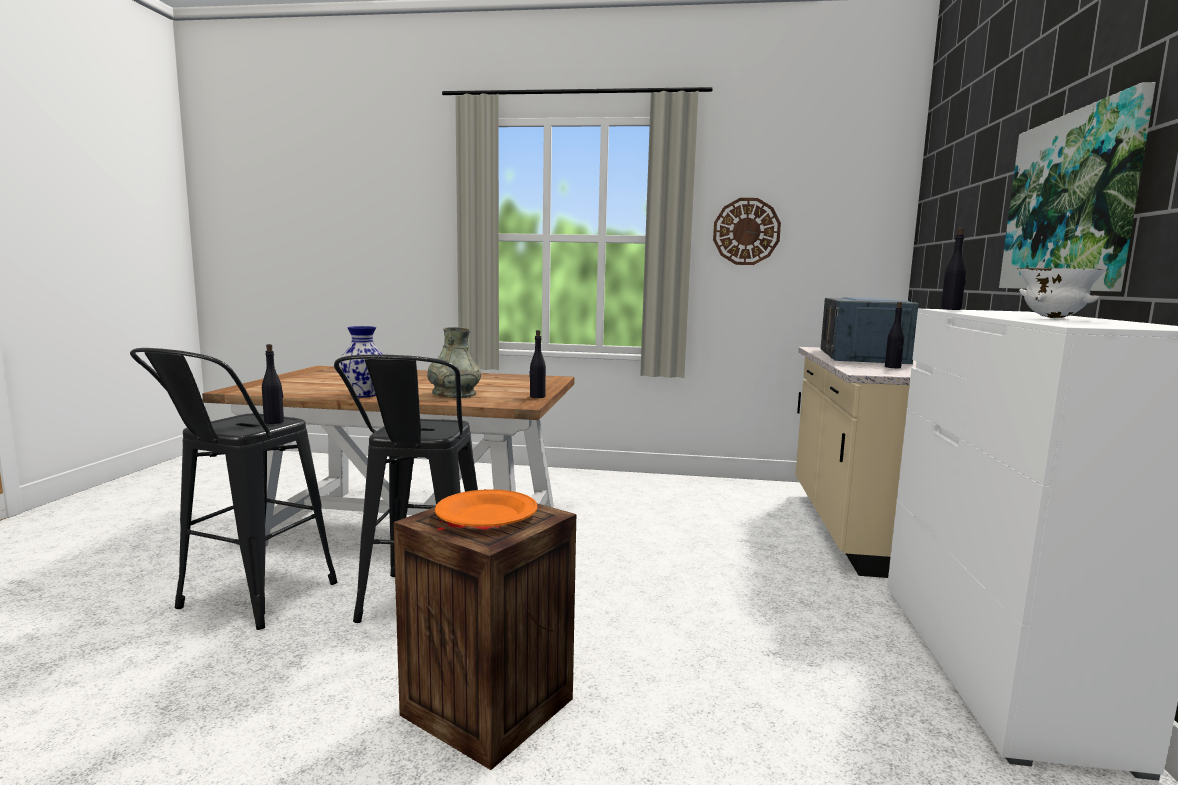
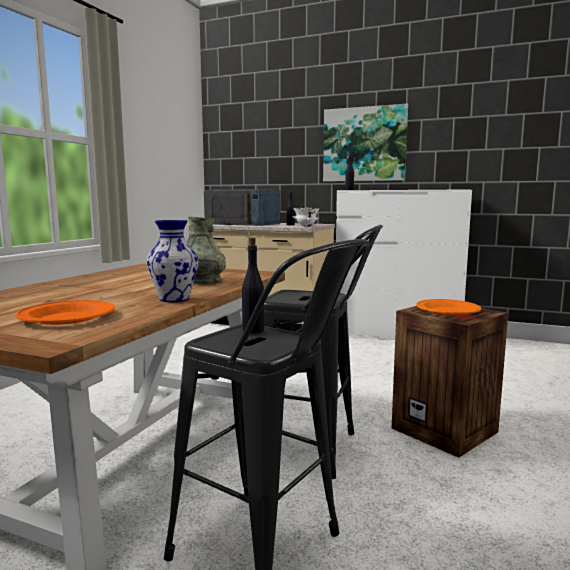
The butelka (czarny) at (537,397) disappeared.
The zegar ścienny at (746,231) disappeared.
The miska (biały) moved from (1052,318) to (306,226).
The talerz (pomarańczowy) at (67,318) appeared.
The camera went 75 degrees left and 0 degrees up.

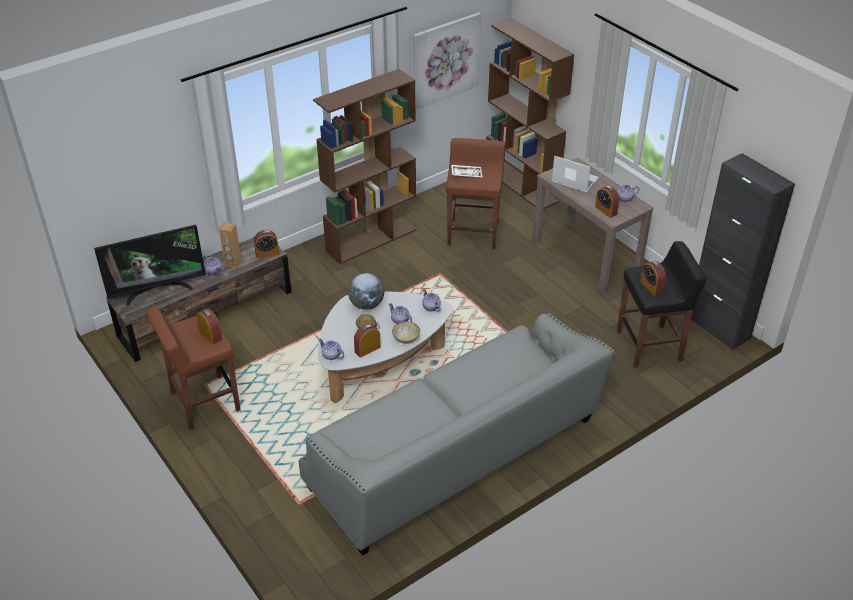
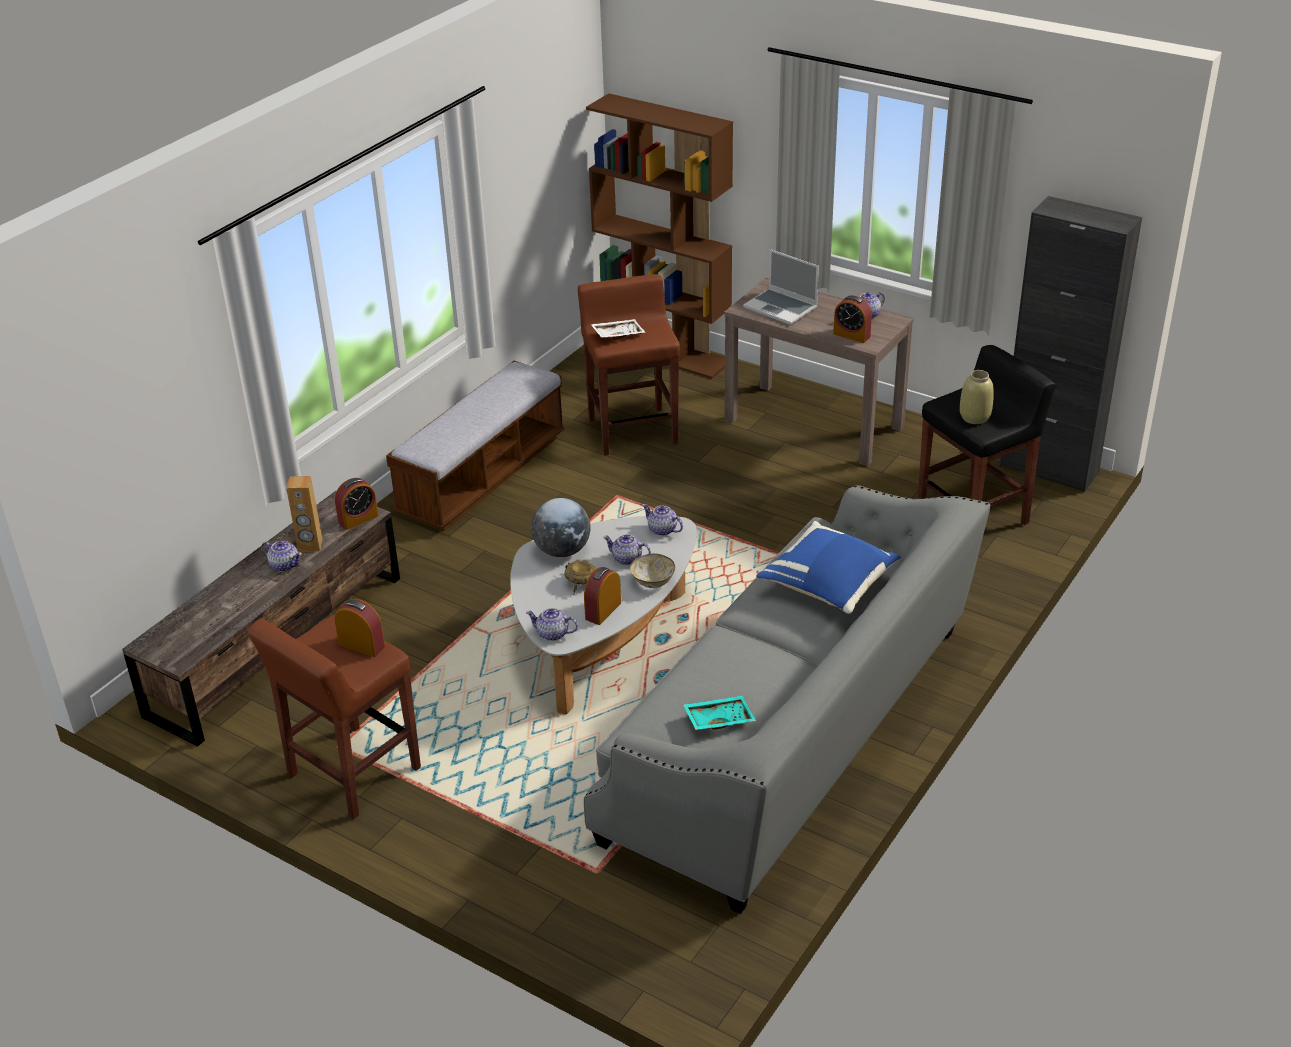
The telewizor at (158,290) disappeared.
The regał (brązowy) at (371,240) was replaced by the ławka at (483,475).
The obraz at (445,60) disappeared.
The laptop at (574,181) turned 150 degrees counterclockwise.
The budzik at (651,287) was replaced by the wazon (beżowy) at (975,417).
The taca (turkusowy) at (718,719) appeared.
The poduszka (niebieski) at (829,585) appeared.
The camera went 20 degrees left and 5 degrees down.

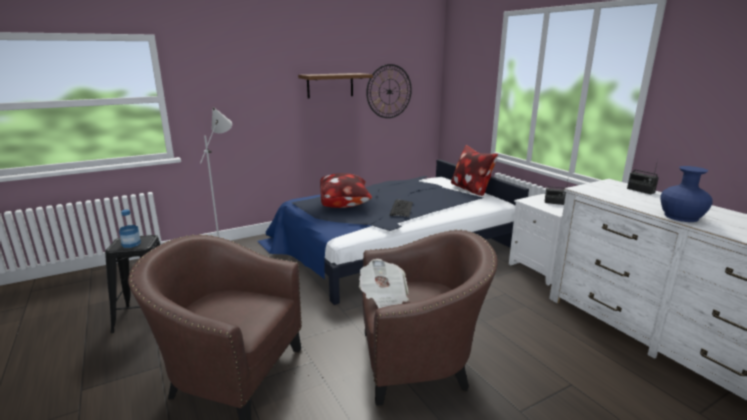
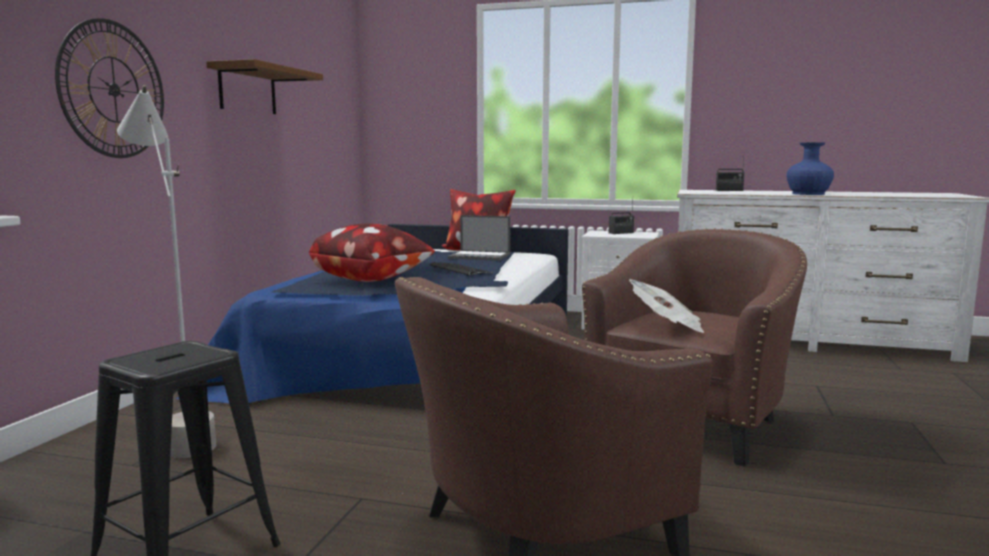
The butelka at (131,244) disappeared.
The zegar ścienny moved from (389,91) to (113,90).
The laptop at (480,256) appeared.
The camera went 45 degrees left and 10 degrees down.

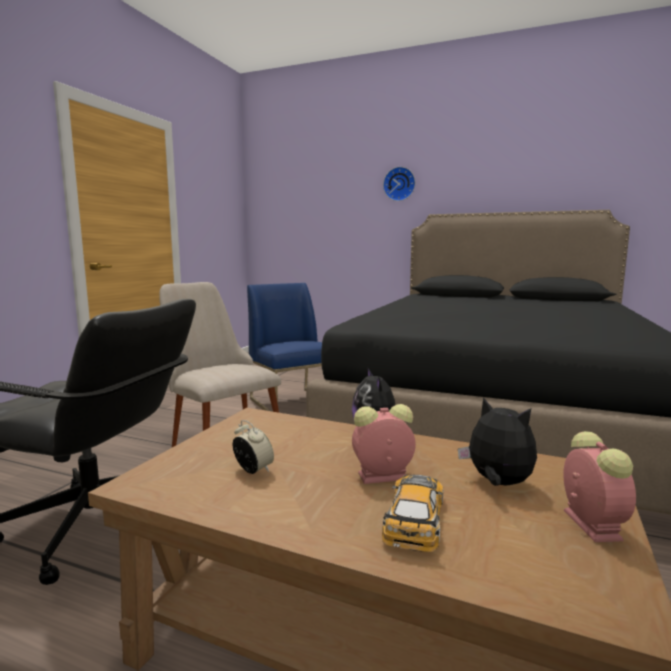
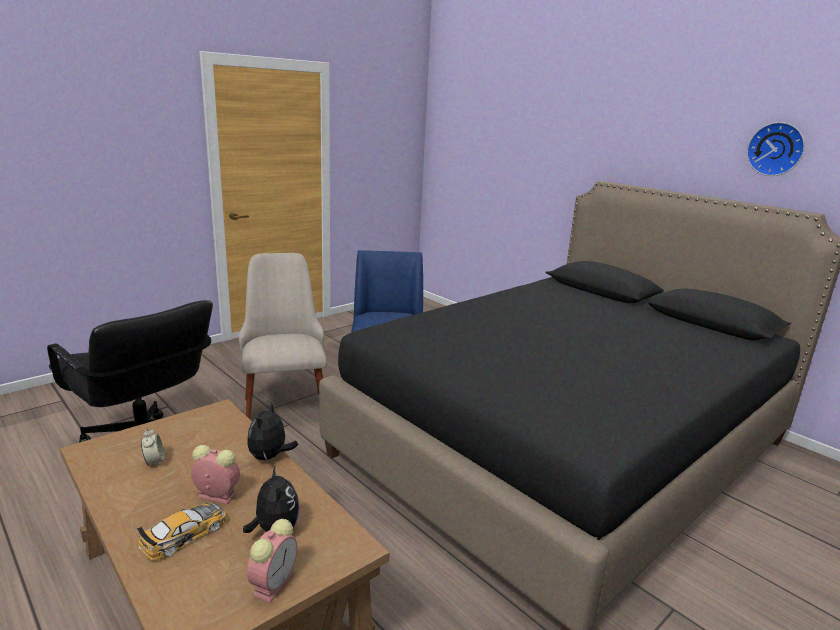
The zegar ścienny moved from (399,184) to (776,149).
The camera went 25 degrees right and 10 degrees up.

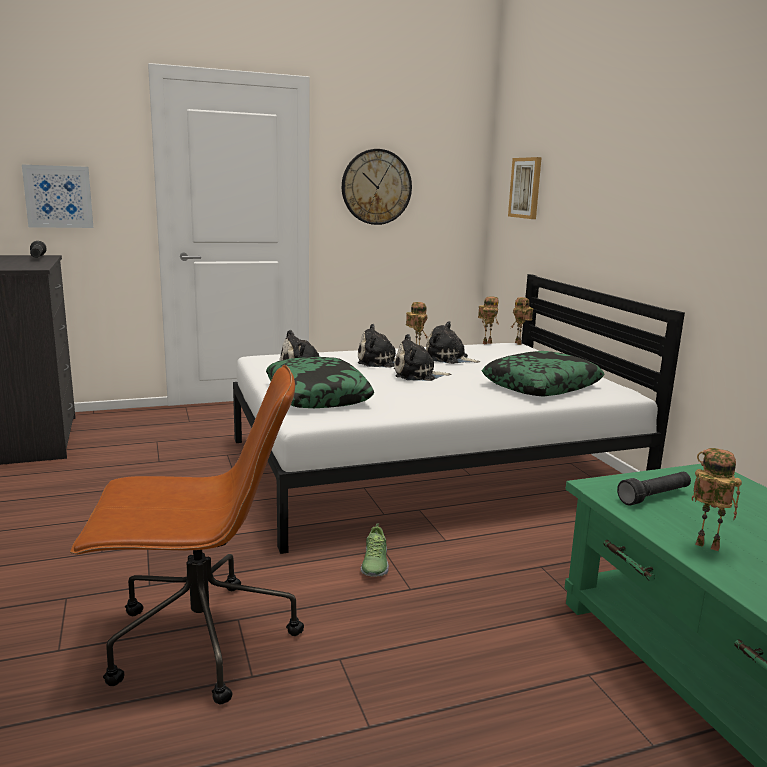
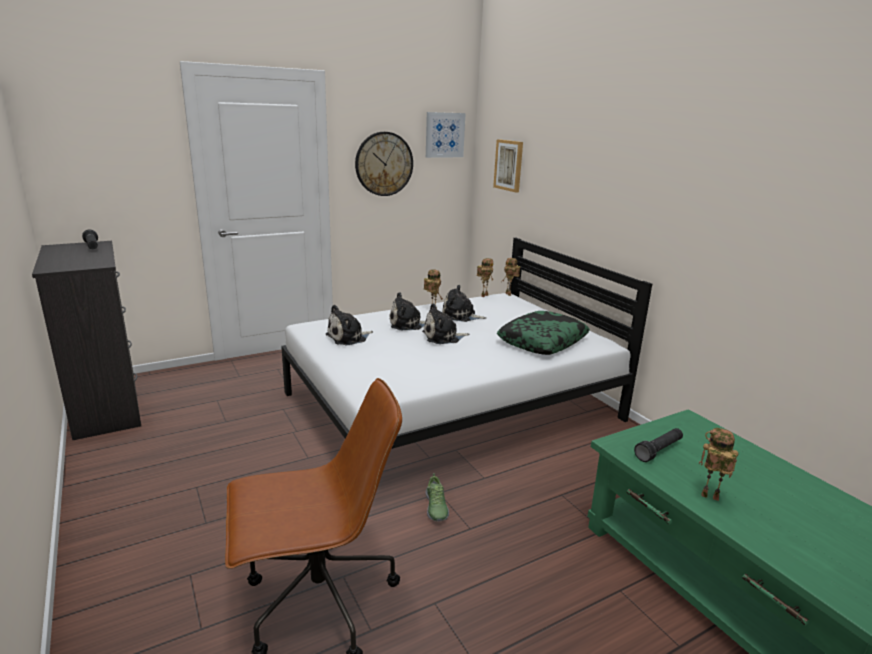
The obraz moved from (58,196) to (444,135).
The poduszka at (318,395) disappeared.
The camera went 10 degrees left and 5 degrees up.

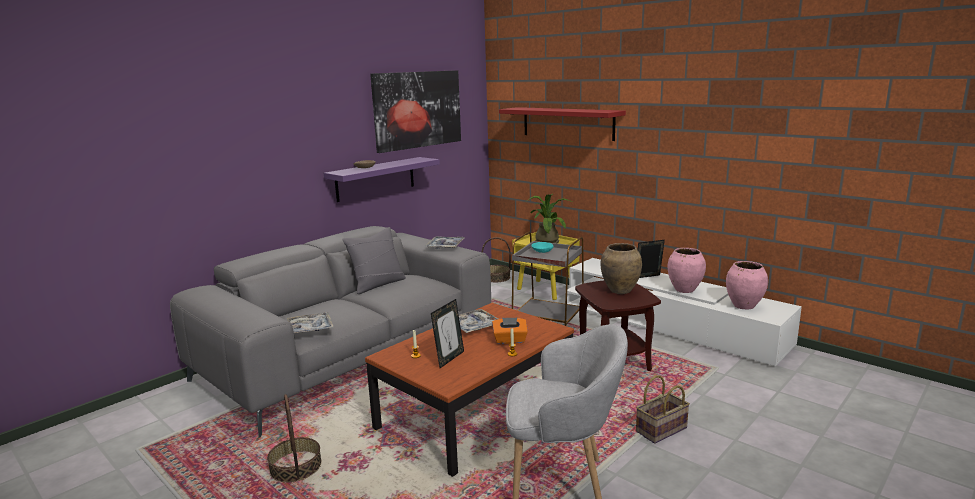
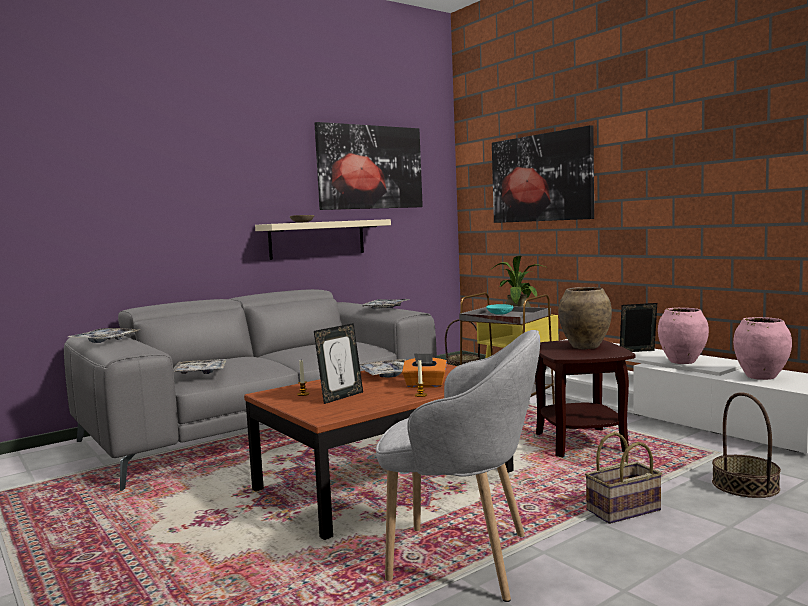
The koszyk moved from (296,467) to (745,485).
The półka (fioletowy) at (375,179) became the półka (beżowy) at (317,239).
The poduszka (szary) at (377,284) disappeared.
The półka (czerwony) at (567,123) was replaced by the obraz at (541,178).
The taca at (105,340) appeared.
The camera went 10 degrees right and 10 degrees down.

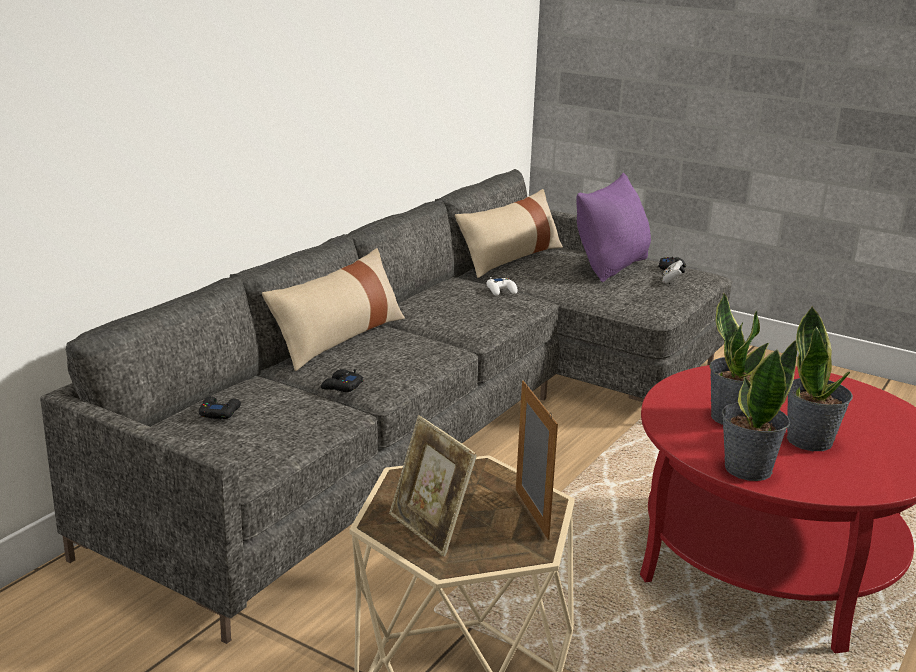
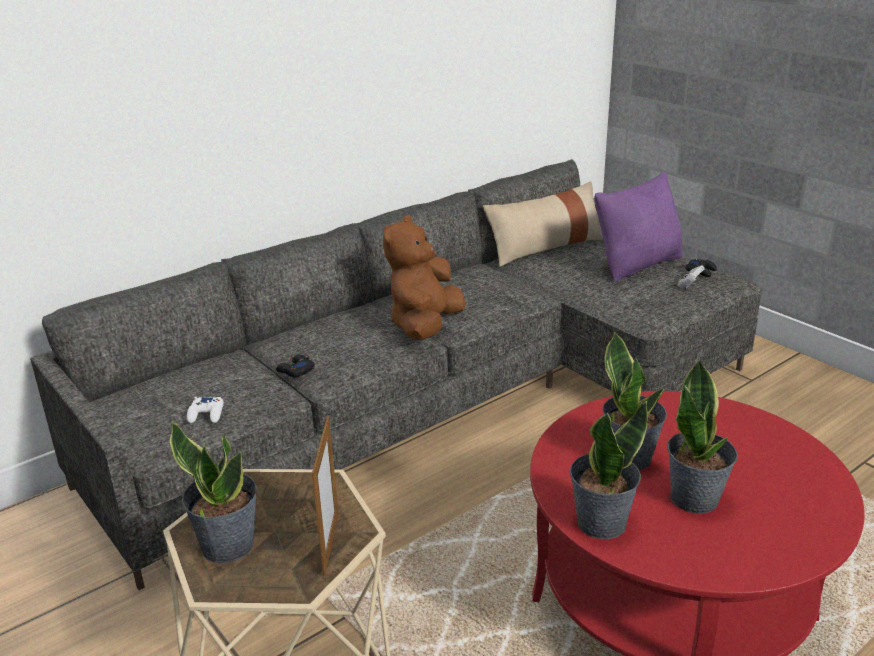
The pad do gier (czarny) at (219,412) disappeared.
The poduszka (beżowy) at (339,338) disappeared.
The ramka na zdjęcie at (430,529) was replaced by the roślina doniczkowa at (228,544).
The pad do gier (biały) moved from (501,290) to (207,414).
The pluszak (brązowy) at (425,326) appeared.
The camera went 20 degrees right and 5 degrees up.

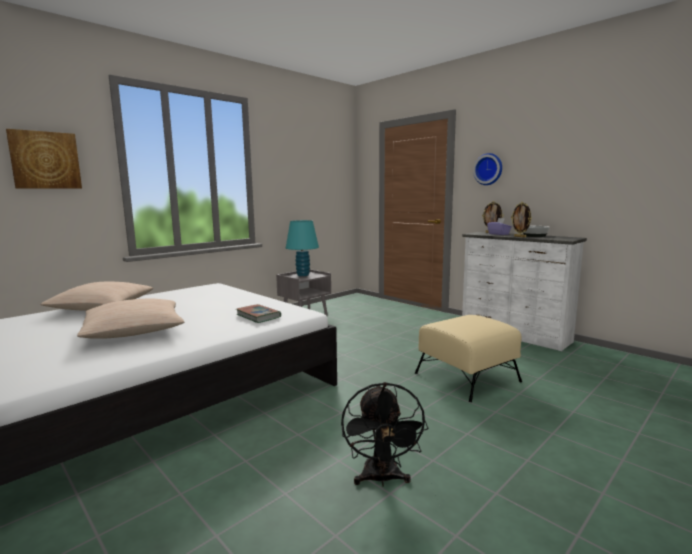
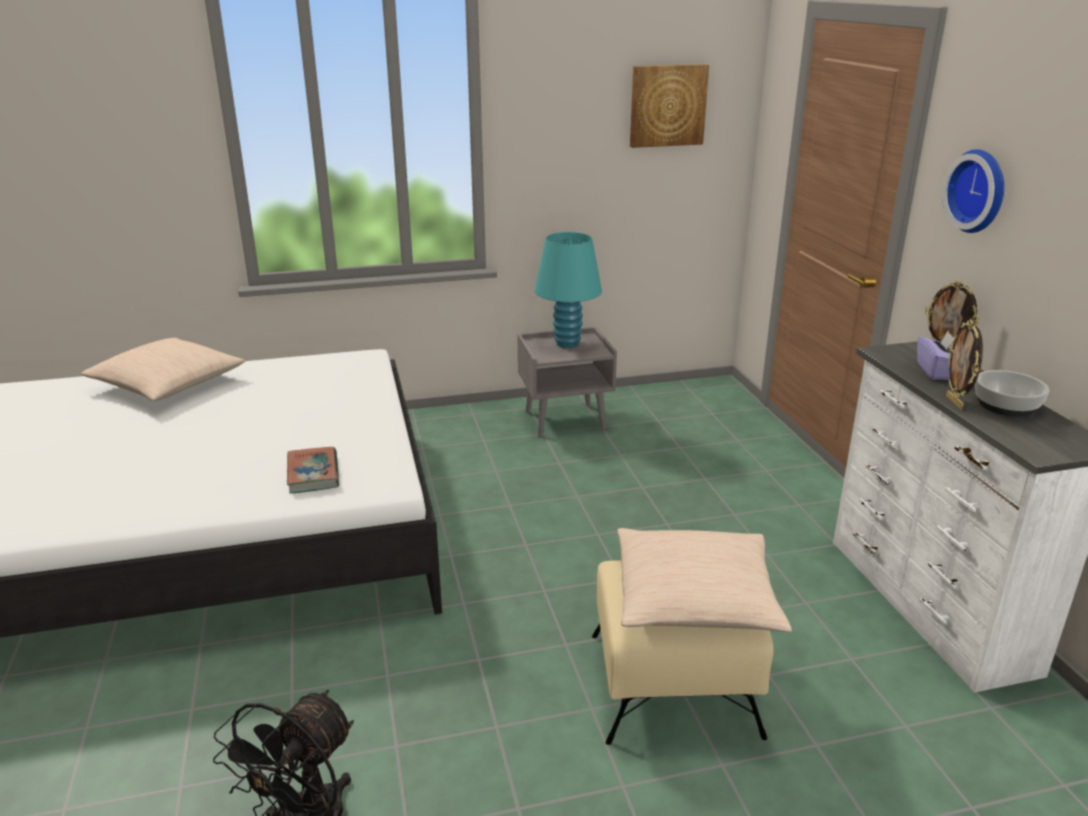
The obraz moved from (45,160) to (667,105).
The poduszka (beżowy) moved from (134,331) to (695,598).
The camera went 30 degrees right and 15 degrees up.

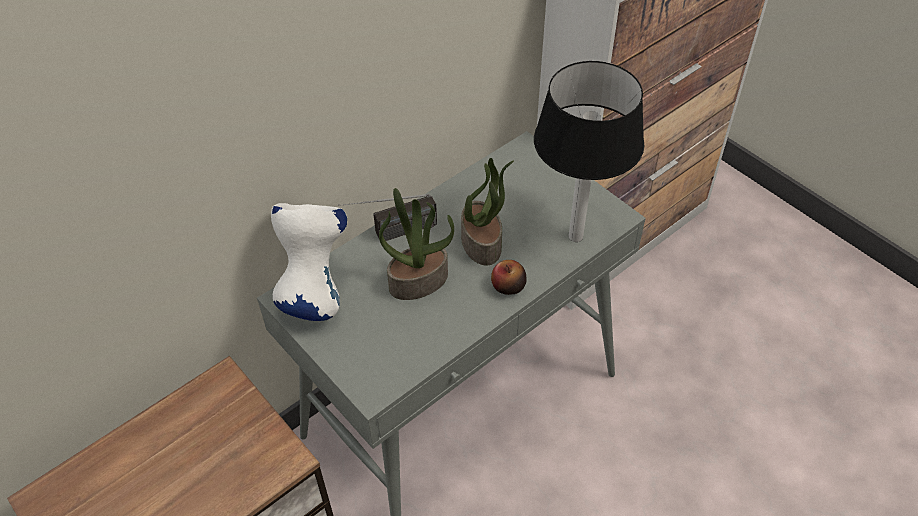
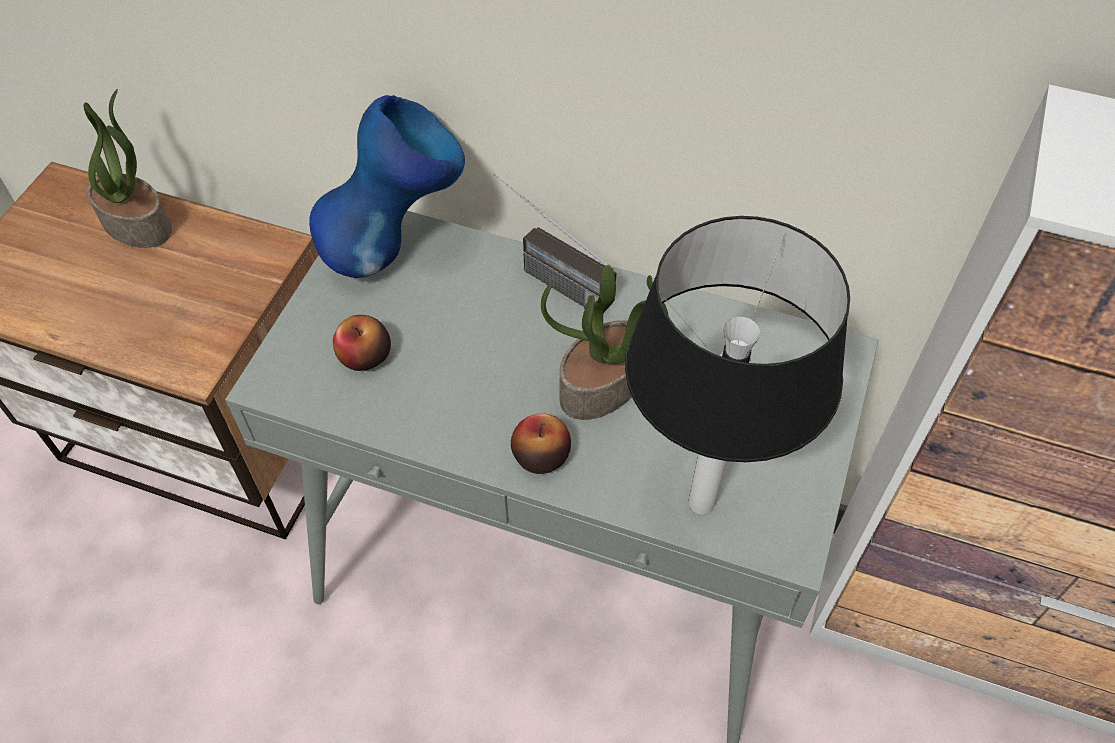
The wazon (biały) at (315,292) became the wazon (niebieski) at (397,247).
The roślina doniczkowa moved from (418,280) to (138,224).
The jabłko at (365,356) appeared.
The camera went 60 degrees right and 5 degrees up.

